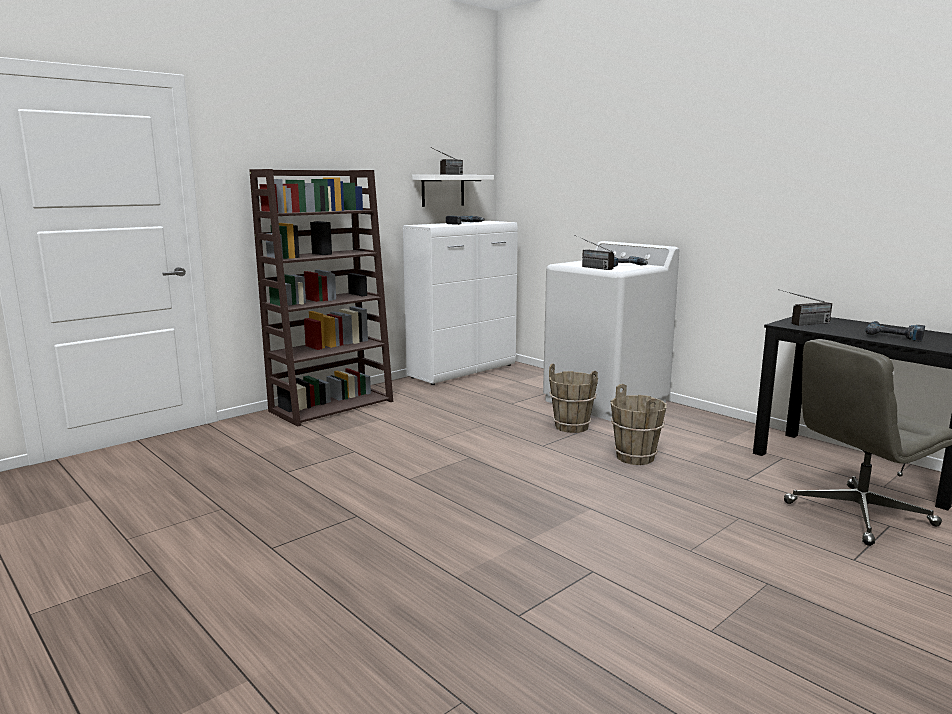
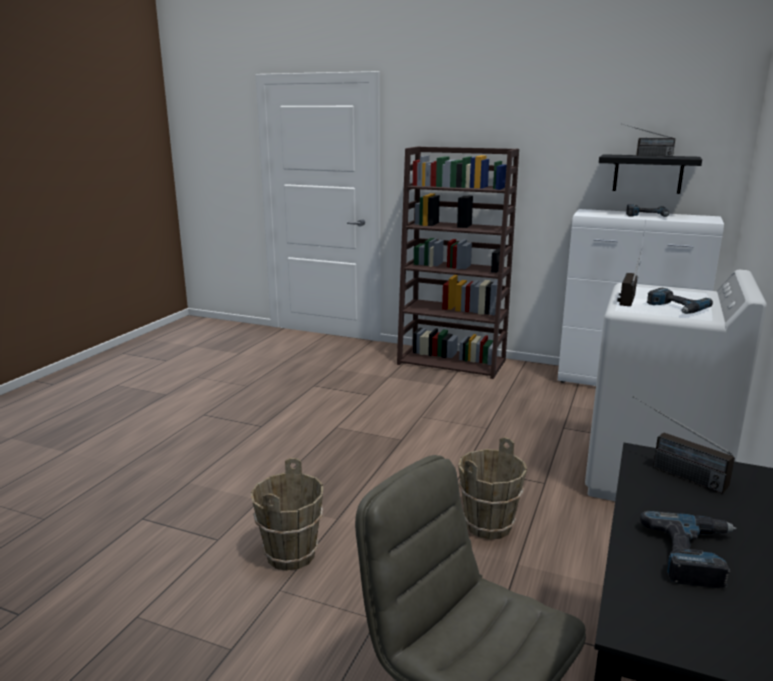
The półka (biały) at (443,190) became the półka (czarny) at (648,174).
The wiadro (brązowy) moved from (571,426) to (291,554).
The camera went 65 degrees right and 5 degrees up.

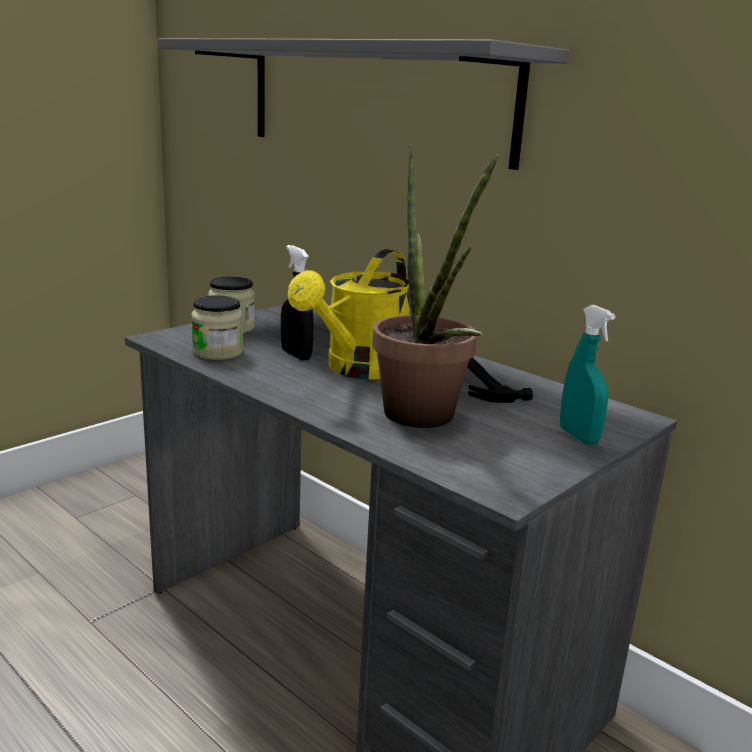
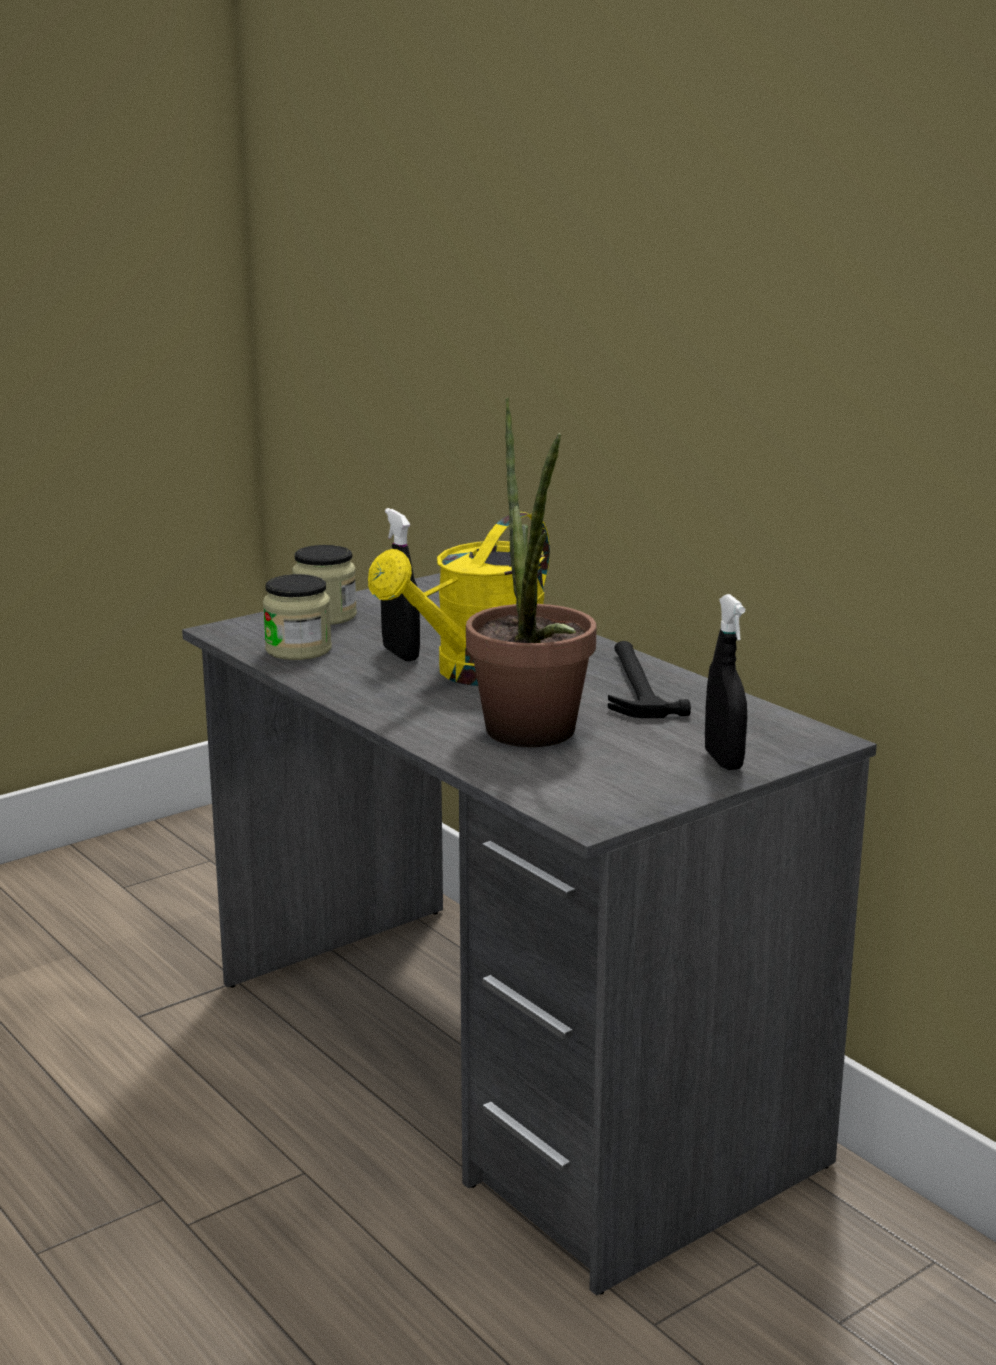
The półka (szary) at (373,100) disappeared.
The spryskiwacz (turkusowy) at (578,436) became the spryskiwacz (czarny) at (723,761).
The camera went 10 degrees right and 0 degrees up.

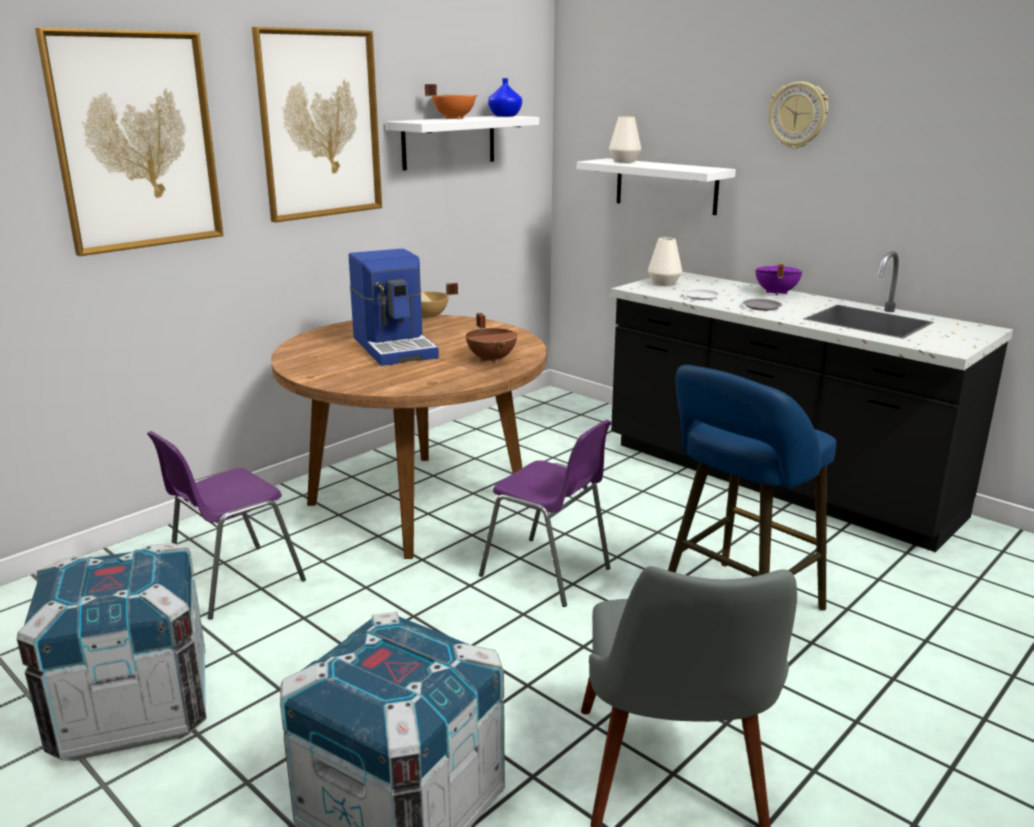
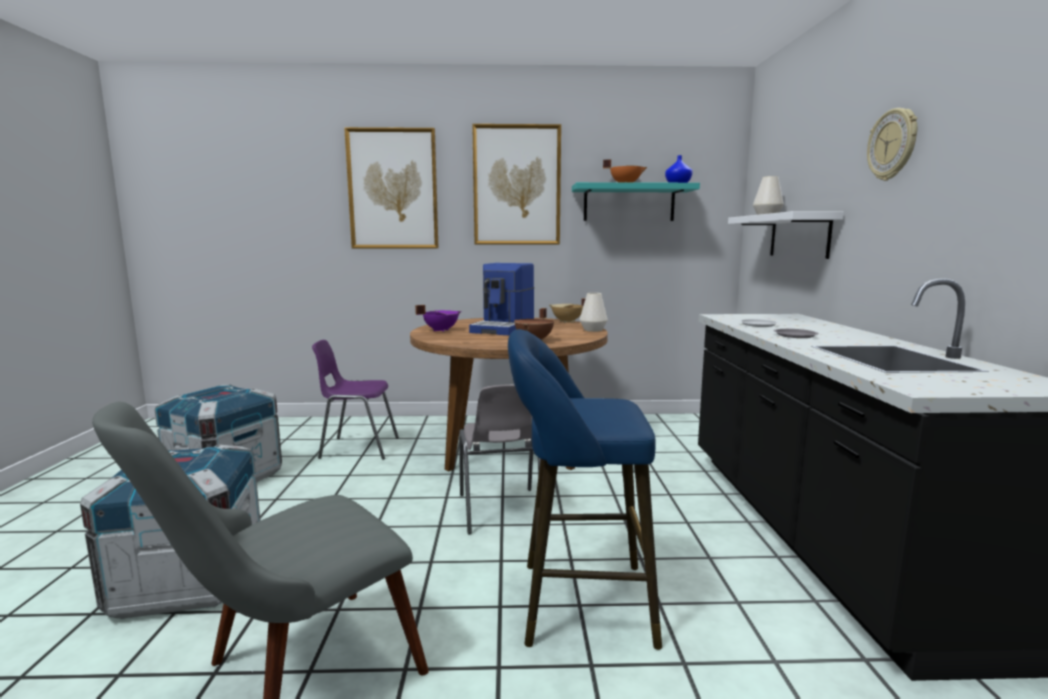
The półka (biały) at (449,142) became the półka (turkusowy) at (629,203).
The krzesło (fioletowy) at (548,573) became the krzesło (szary) at (500,512).
The wazon (biały) moved from (664,283) to (593,330).
The garnek (fioletowy) moved from (775,293) to (440,330).
The camera went 45 degrees right and 10 degrees down.

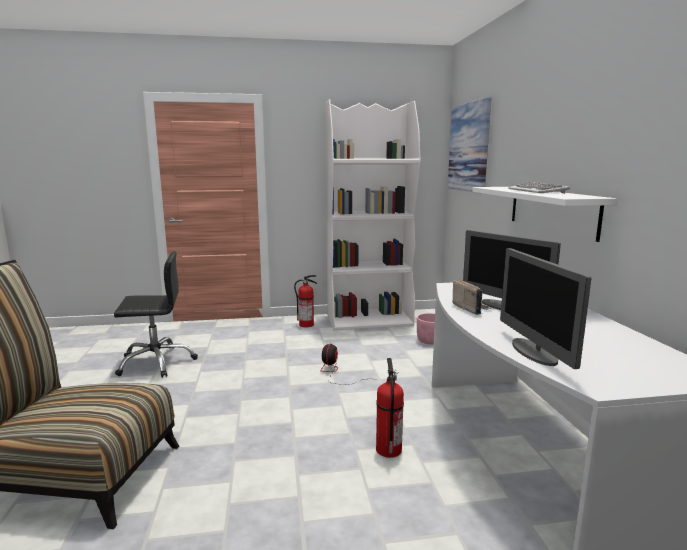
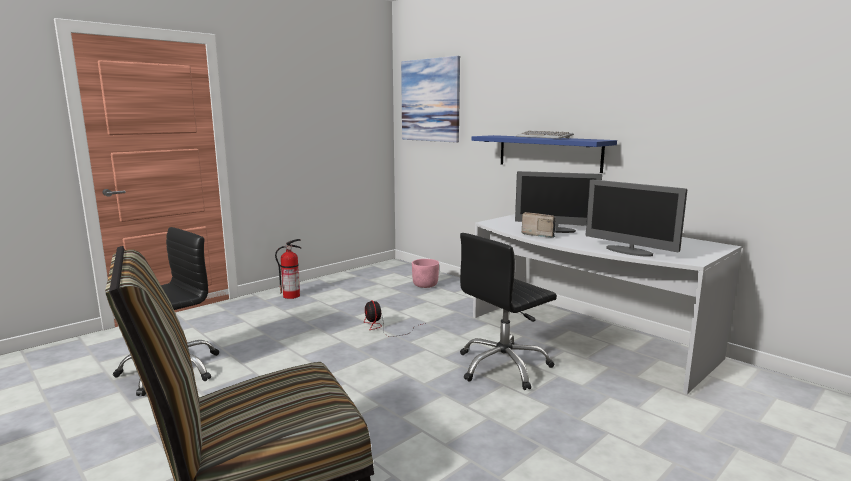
The regał (biały) at (369,320) disappeared.
The gaśnica at (388,449) was replaced by the krzesło biurowe (czarny) at (503,366).
The półka (biały) at (551,210) became the półka (niebieski) at (548,153).
The camera went 35 degrees left and 0 degrees up.

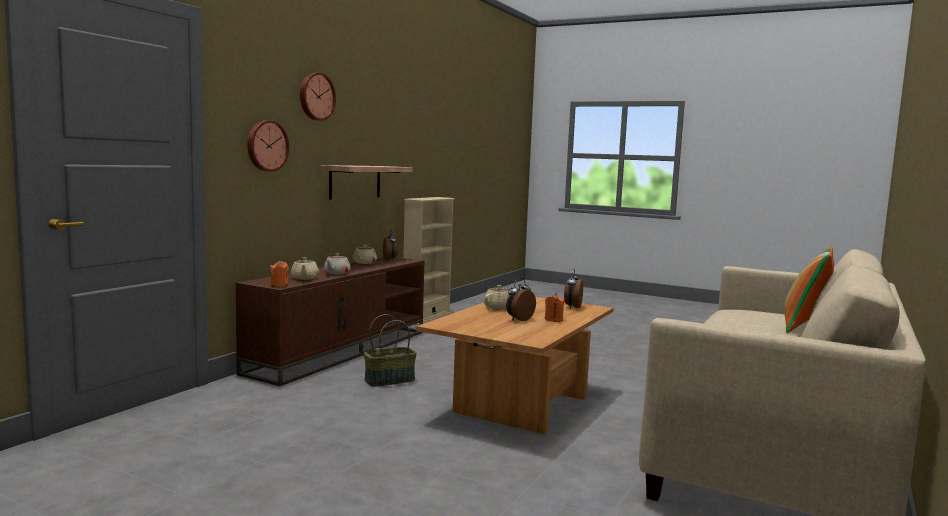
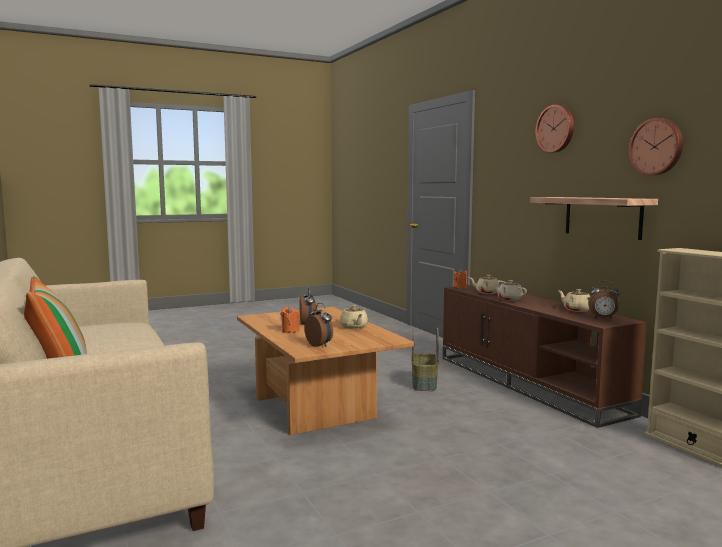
The zegar ścienny moved from (266,146) to (657,147).
The camera went 125 degrees right and 0 degrees up.

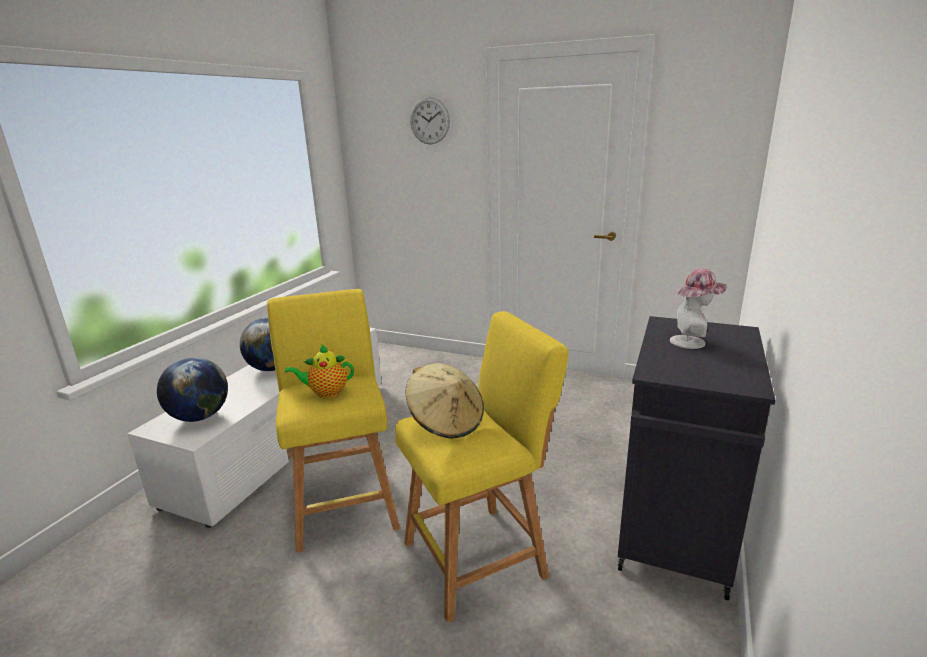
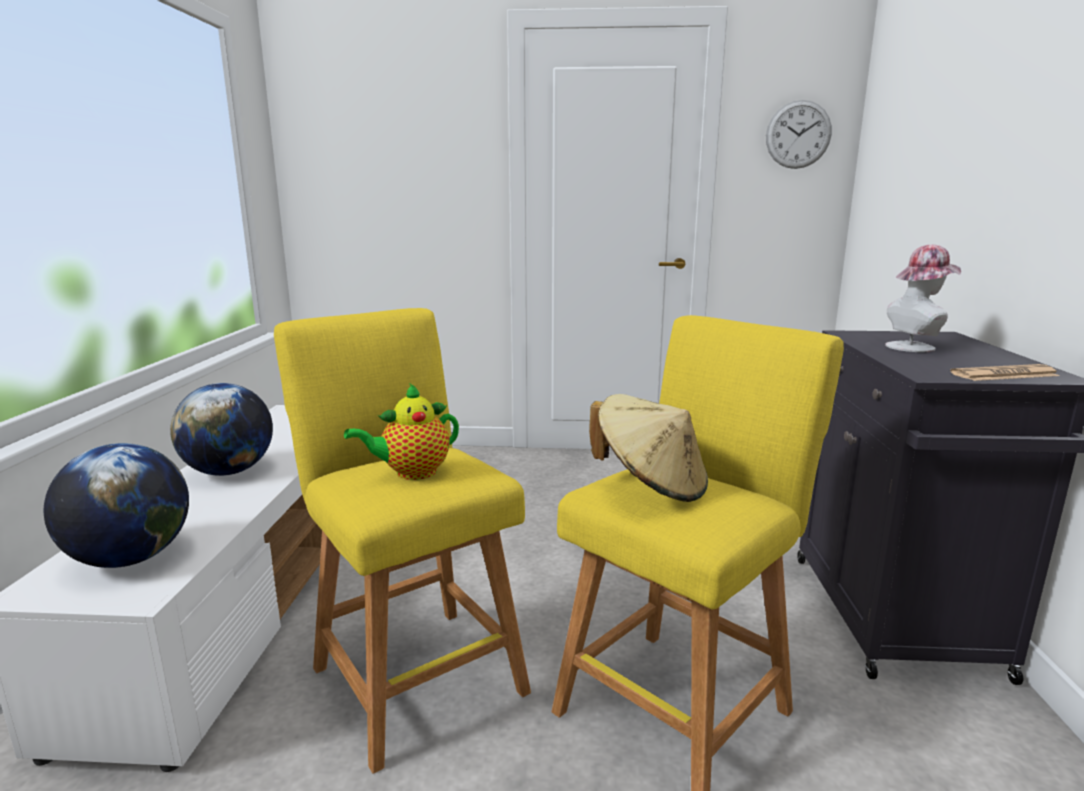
The zegar ścienny moved from (429,121) to (798,134).
The gazeta at (1004,374) appeared.
The camera went 20 degrees left and 5 degrees down.

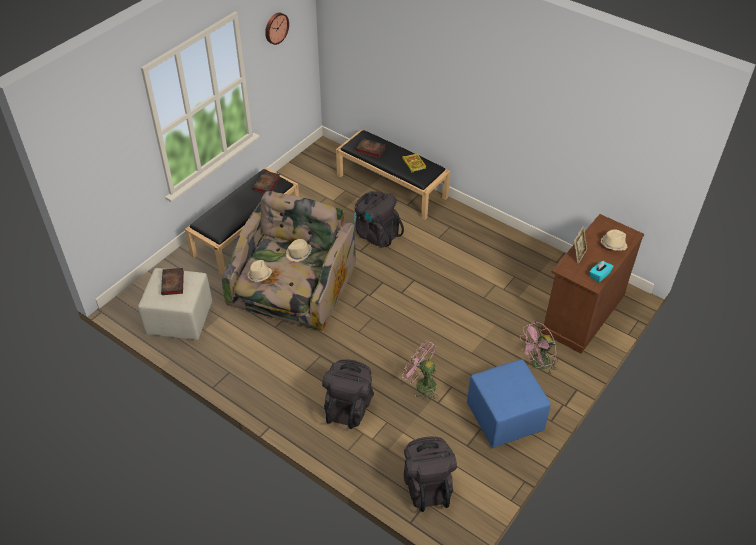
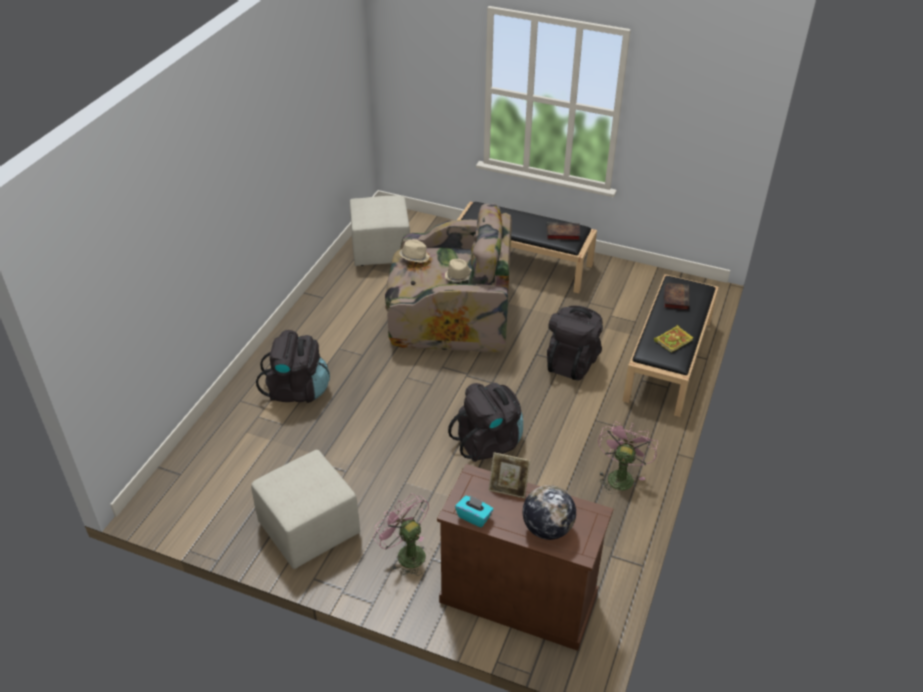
The książka at (173,283) disappeared.
The zegar ścienny at (275,28) disappeared.
The wentylator (różowy) moved from (421,384) to (620,475).
The plecak (czarny) moved from (427,485) to (489,442).
The pufa (niebieski) at (505,418) became the pufa (beżowy) at (308,530).
The kapelusz (beżowy) at (612,245) was replaced by the globus at (547,529).
The camera went 75 degrees right and 5 degrees down.

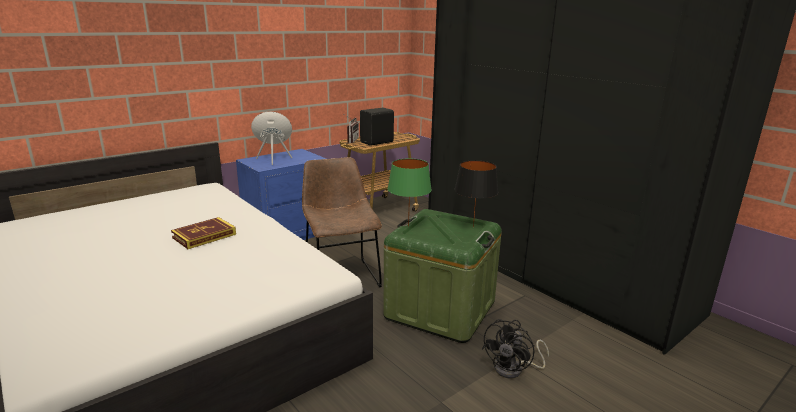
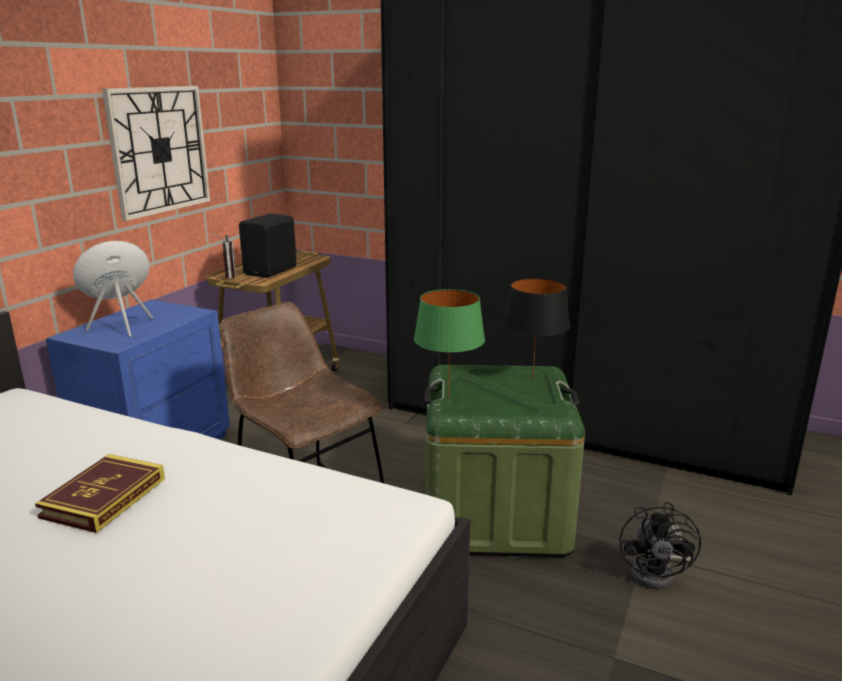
The zegar ścienny at (159,150) appeared.
The camera went 25 degrees left and 0 degrees up.

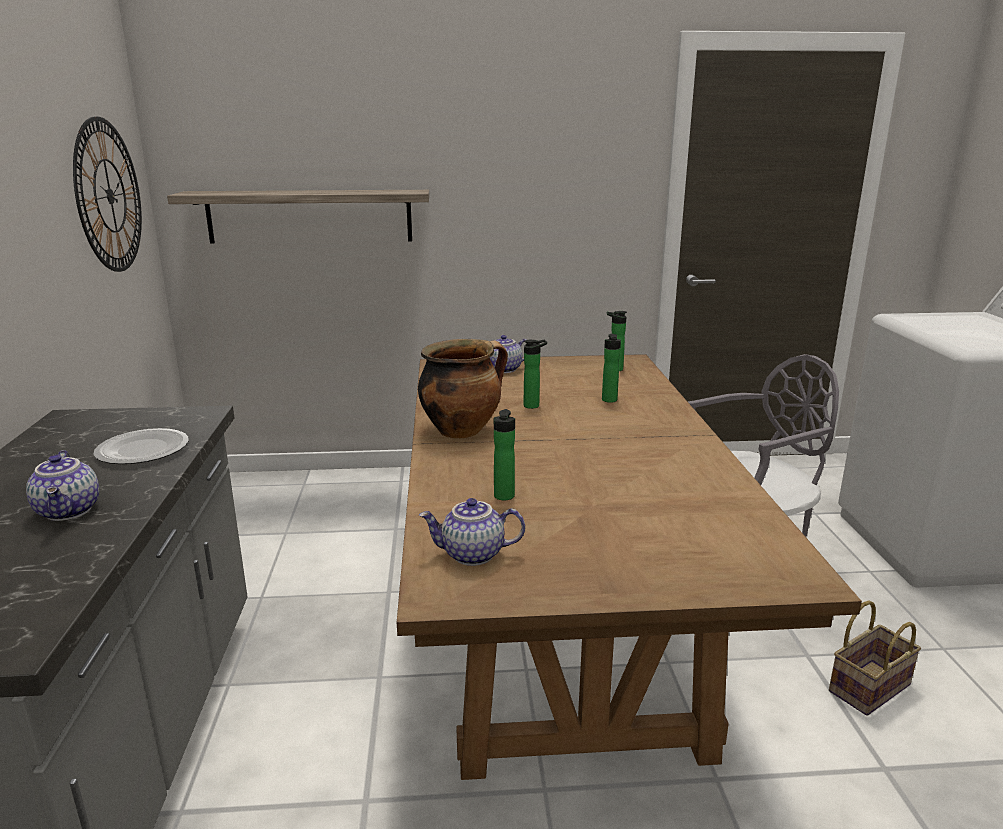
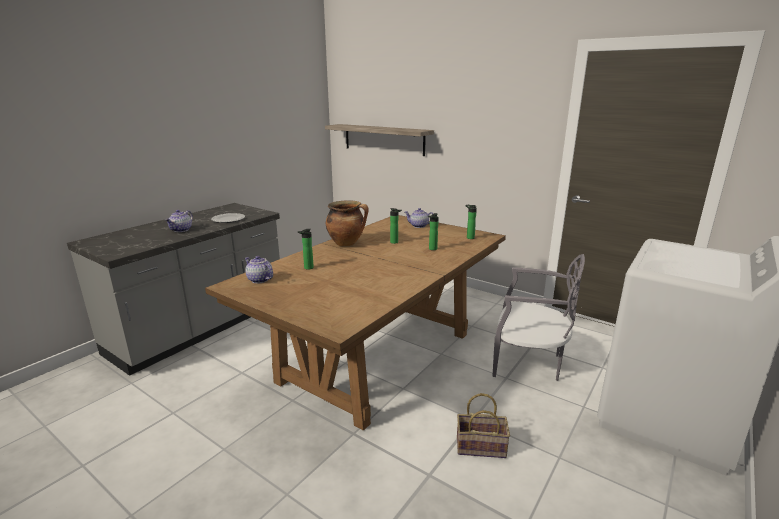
The zegar ścienny at (109,196) disappeared.
The camera went 40 degrees right and 0 degrees up.

